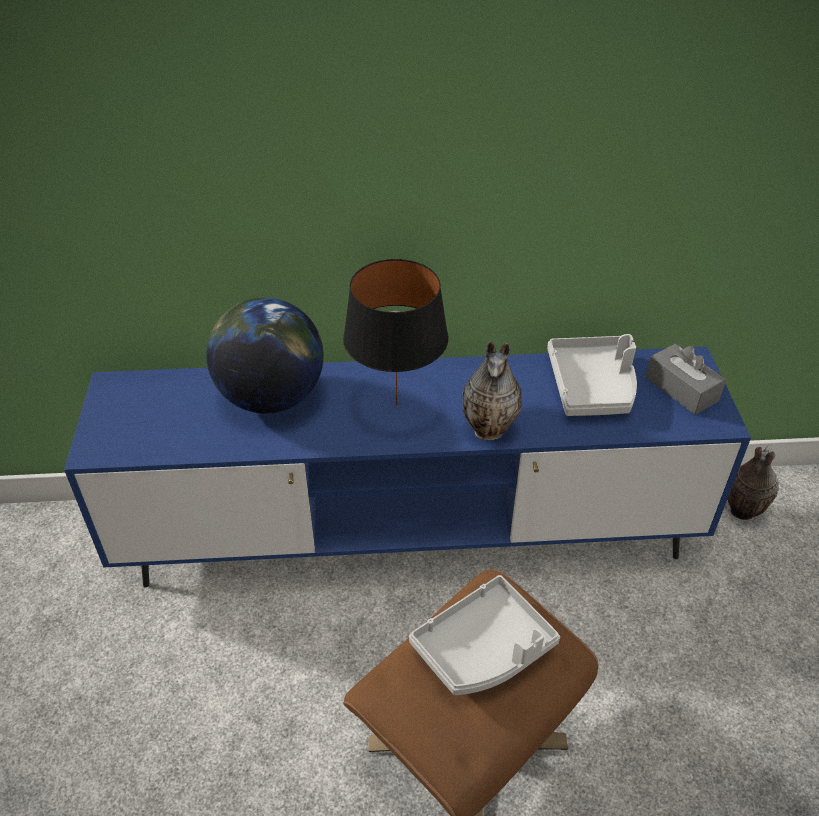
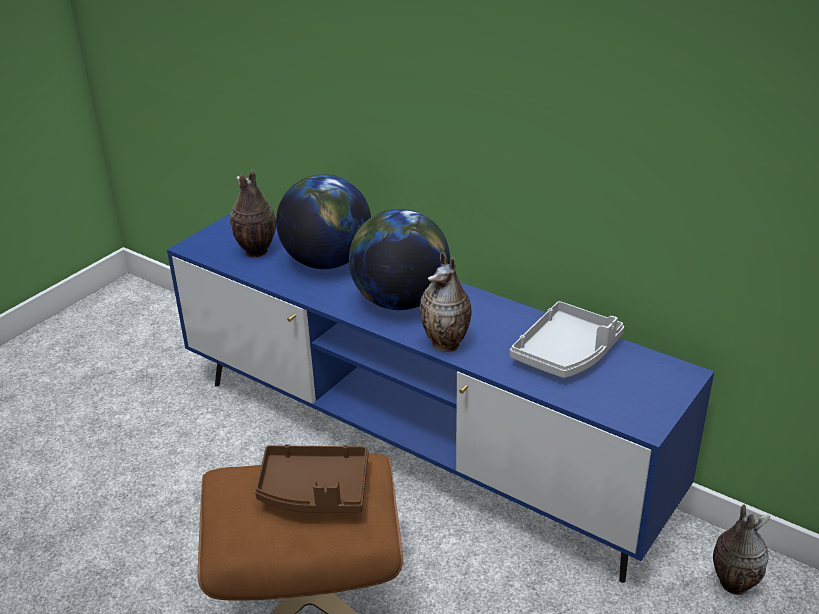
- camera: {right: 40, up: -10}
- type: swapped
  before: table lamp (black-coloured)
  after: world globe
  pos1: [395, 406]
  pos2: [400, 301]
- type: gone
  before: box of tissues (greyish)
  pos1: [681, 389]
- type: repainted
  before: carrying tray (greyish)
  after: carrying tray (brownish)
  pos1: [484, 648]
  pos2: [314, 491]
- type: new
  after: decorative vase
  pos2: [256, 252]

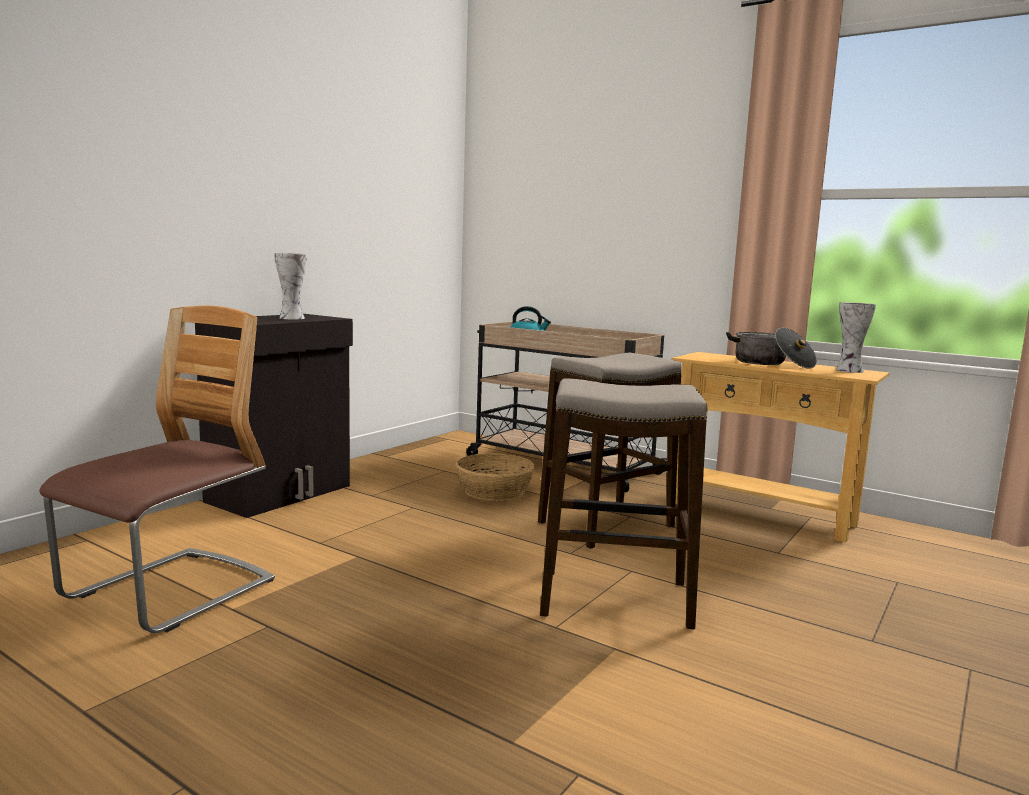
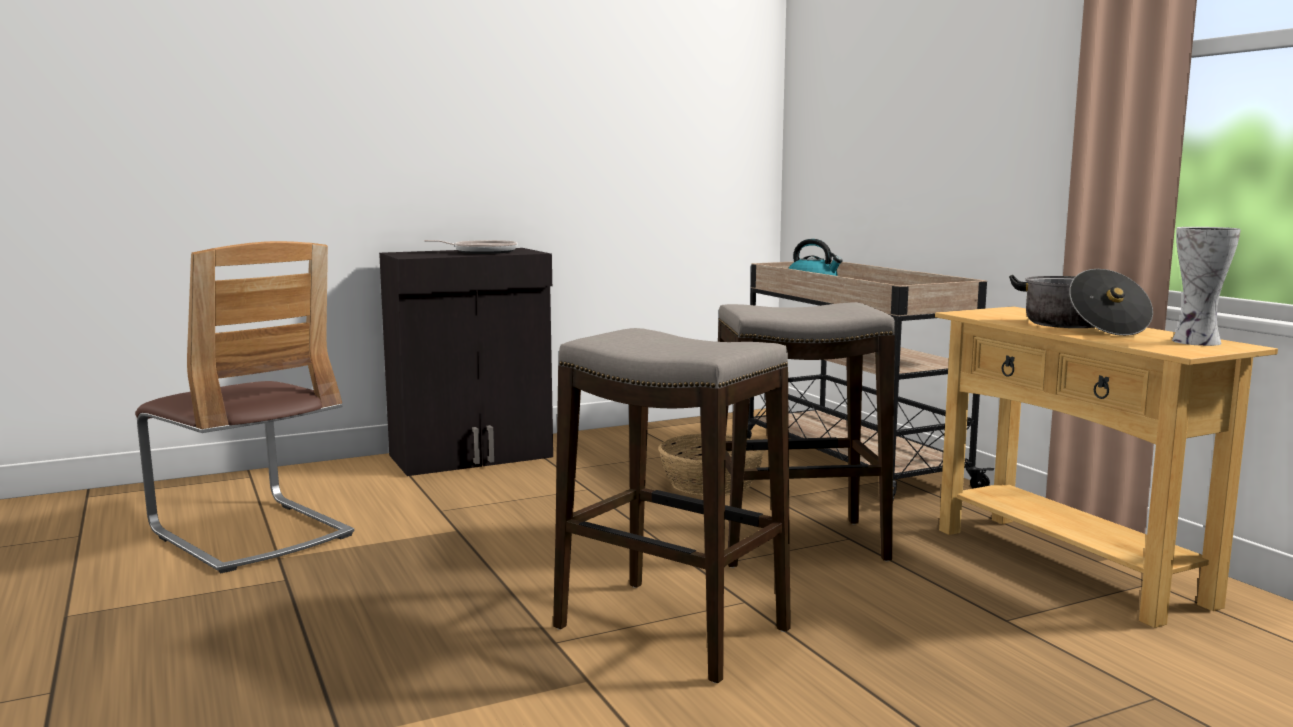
- camera: {right: 30, up: 0}
- type: swapped
  before: decorative vase
  after: skillet
  pos1: [290, 318]
  pos2: [482, 252]
- type: rotated
  before: upright chair
  pos1: [170, 592]
  pos2: [251, 534]
  turn: 75

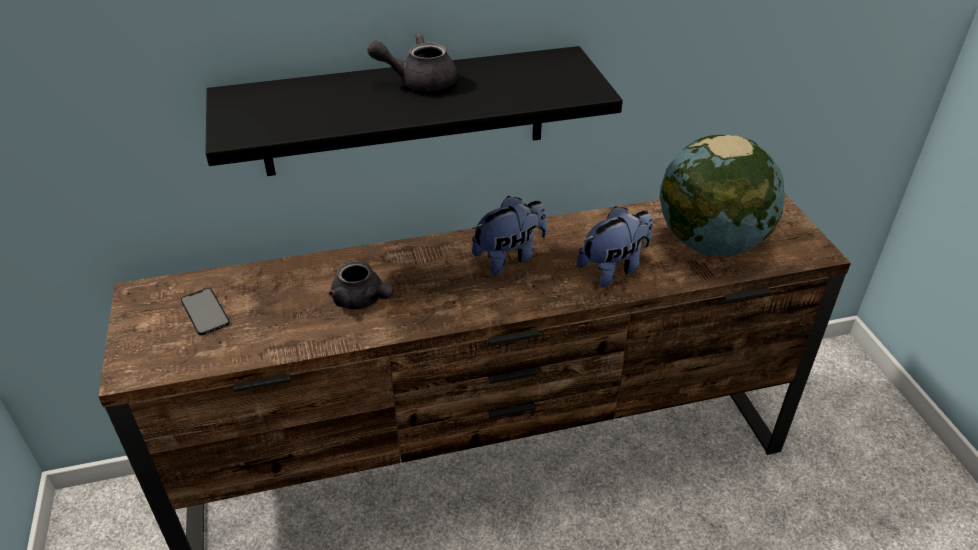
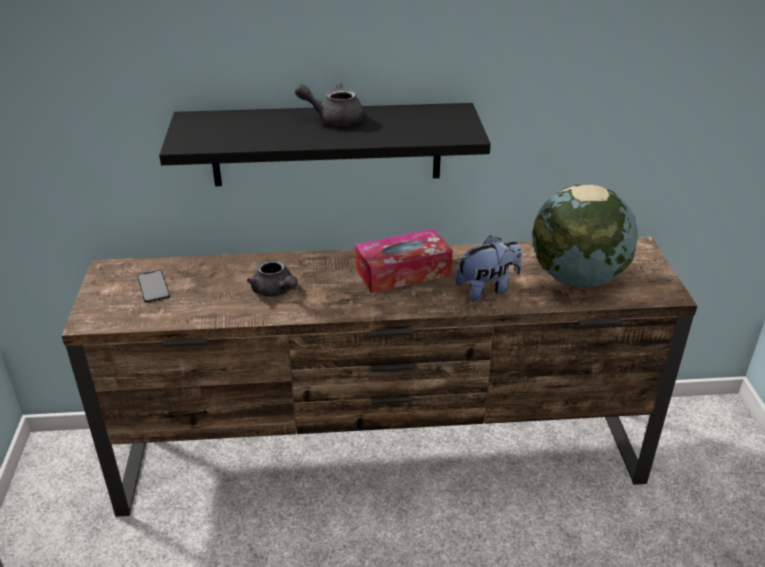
- camera: {right: 10, up: -5}
- type: swapped
  before: plush toy
  after: box of tissues
  pos1: [509, 257]
  pos2: [403, 272]

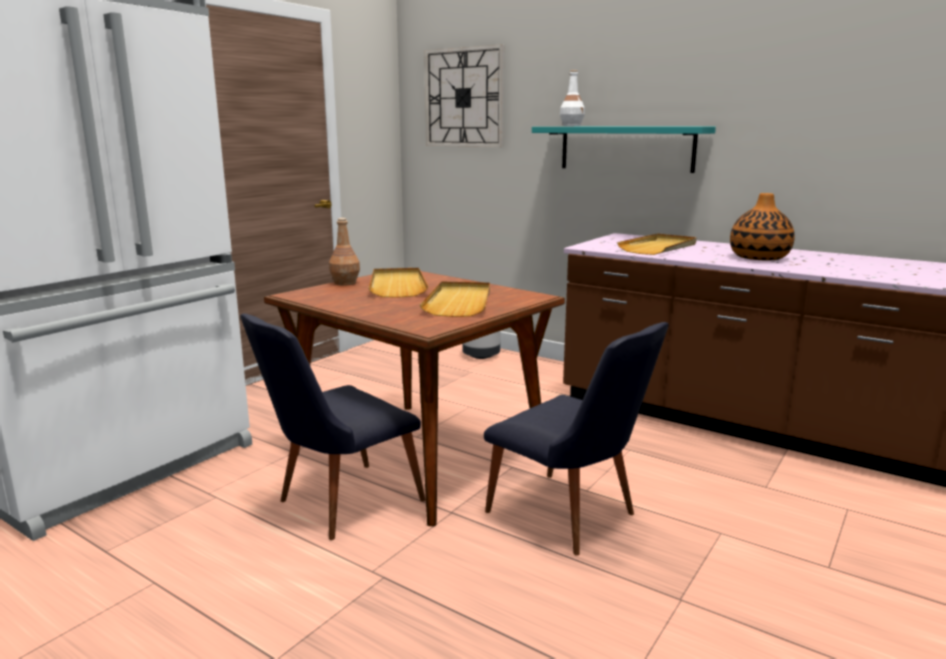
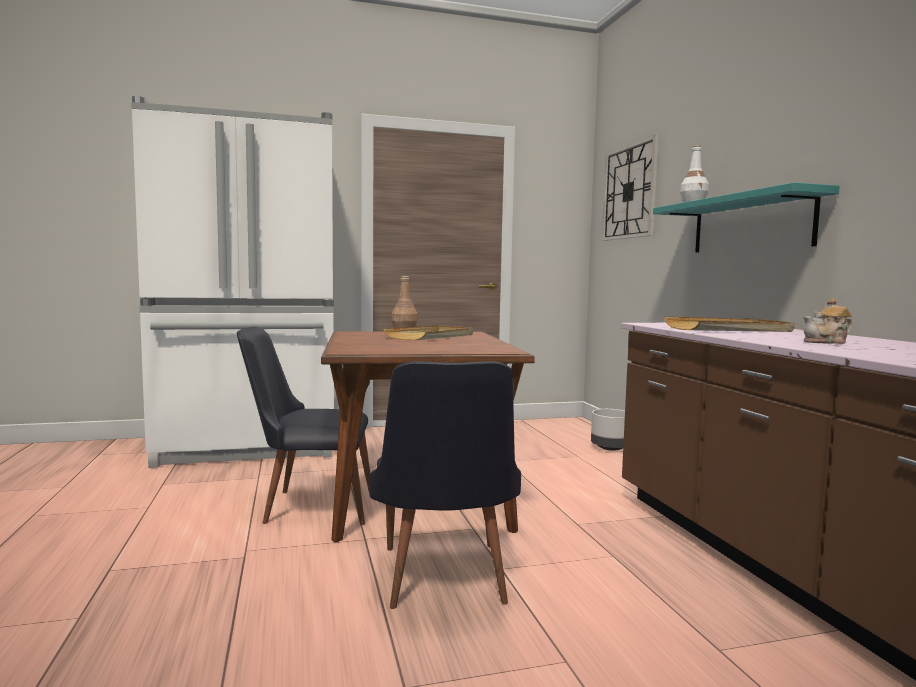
- camera: {right: 40, up: -10}
- type: swapped
  before: decorative vase
  after: tea pot
  pos1: [759, 258]
  pos2: [827, 342]
- type: gone
  before: carrying tray (sand-coloured)
  pos1: [459, 302]

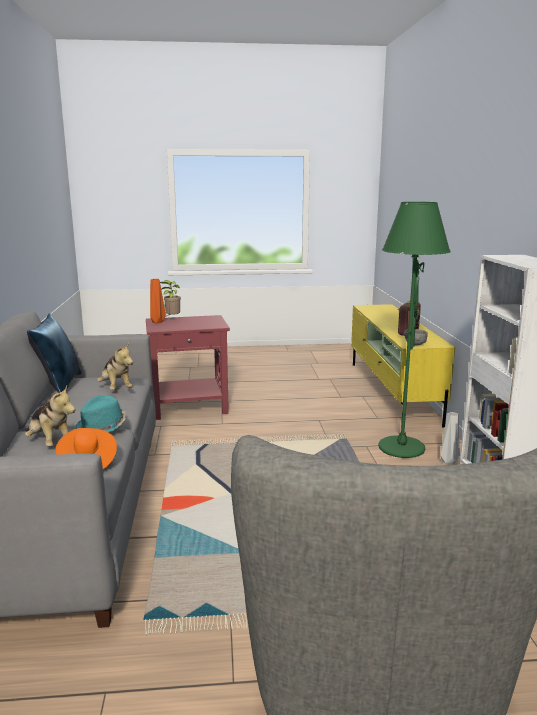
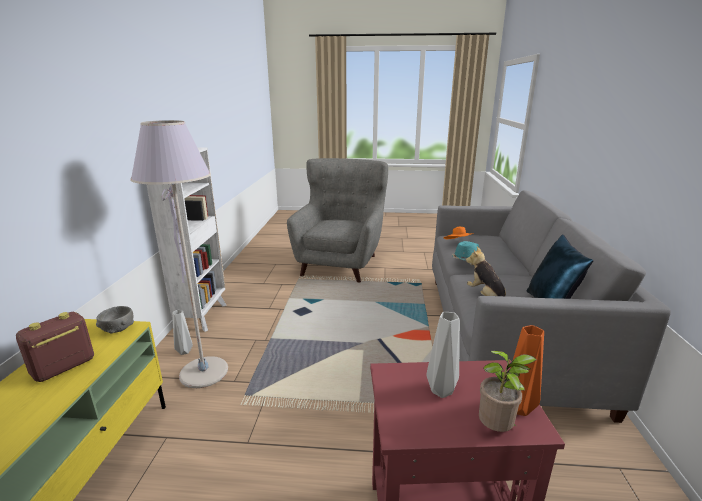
- camera: {right: -170, up: 5}
- type: repainted
  before: standard lamp (green)
  after: standard lamp (greyish)
  pos1: [401, 448]
  pos2: [204, 373]
- type: gone
  before: plush toy
  pos1: [50, 443]
- type: new
  after: decorative vase (greyish)
  pos2: [443, 390]

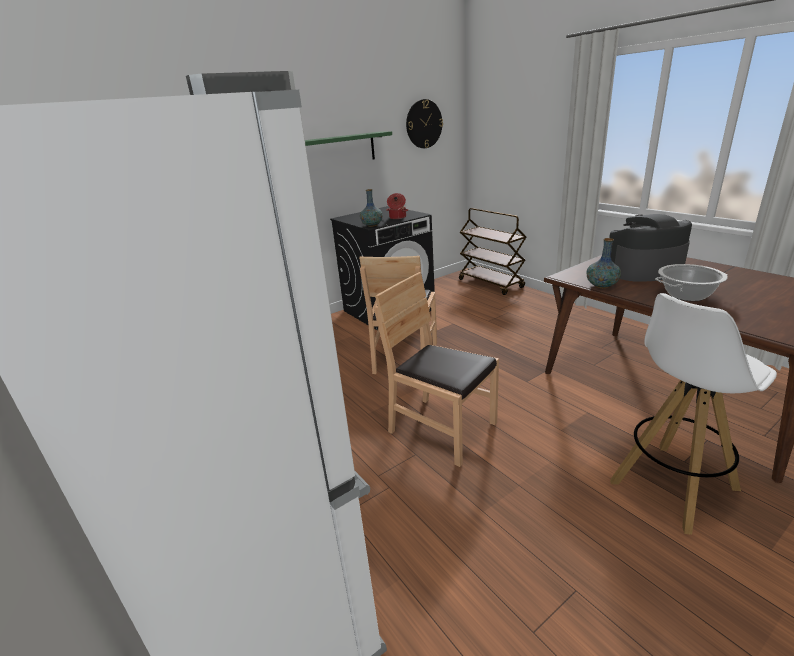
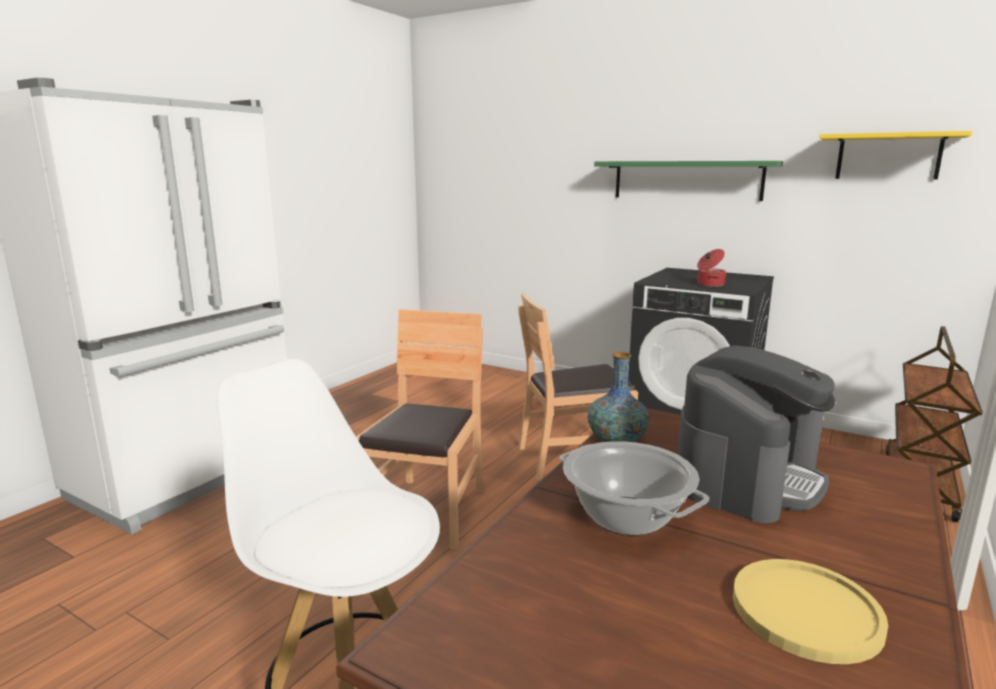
- camera: {right: 65, up: -10}
- type: swapped
  before: hanging clock
  after: shelf (yellowish)
  pos1: [424, 124]
  pos2: [888, 157]
- type: gone
  before: decorative vase
  pos1: [372, 225]
- type: rotated
  before: coffee maker
  pos1: [643, 270]
  pos2: [748, 477]
  turn: 75
- type: new
  after: plate (yellowish)
  pos2: [805, 611]

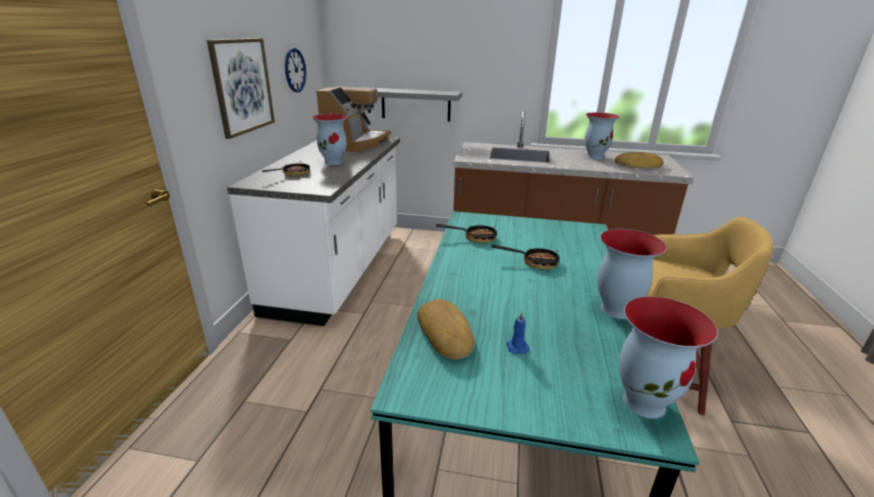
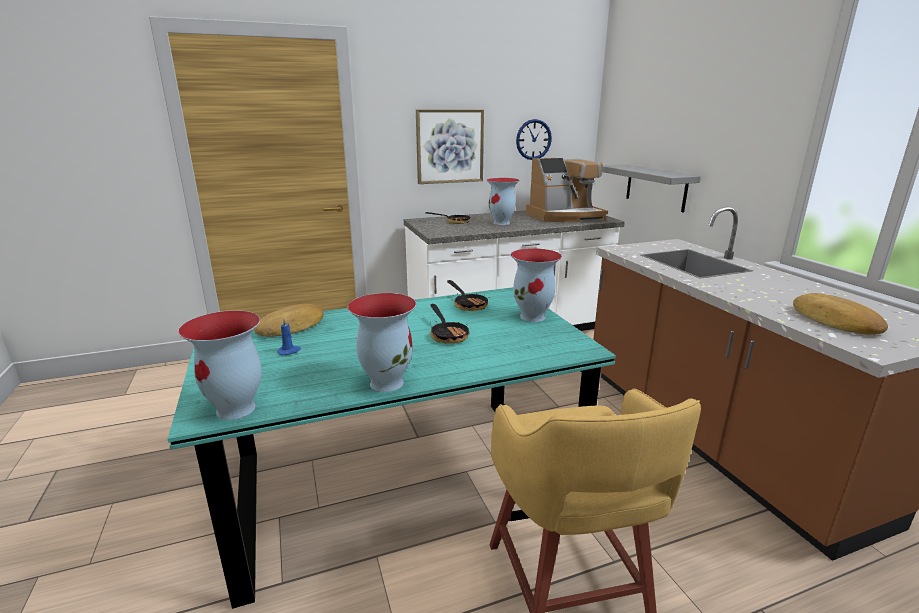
- camera: {right: 60, up: -5}
- type: shifted
  before: decorative vase
  pos1: [595, 157]
  pos2: [533, 316]

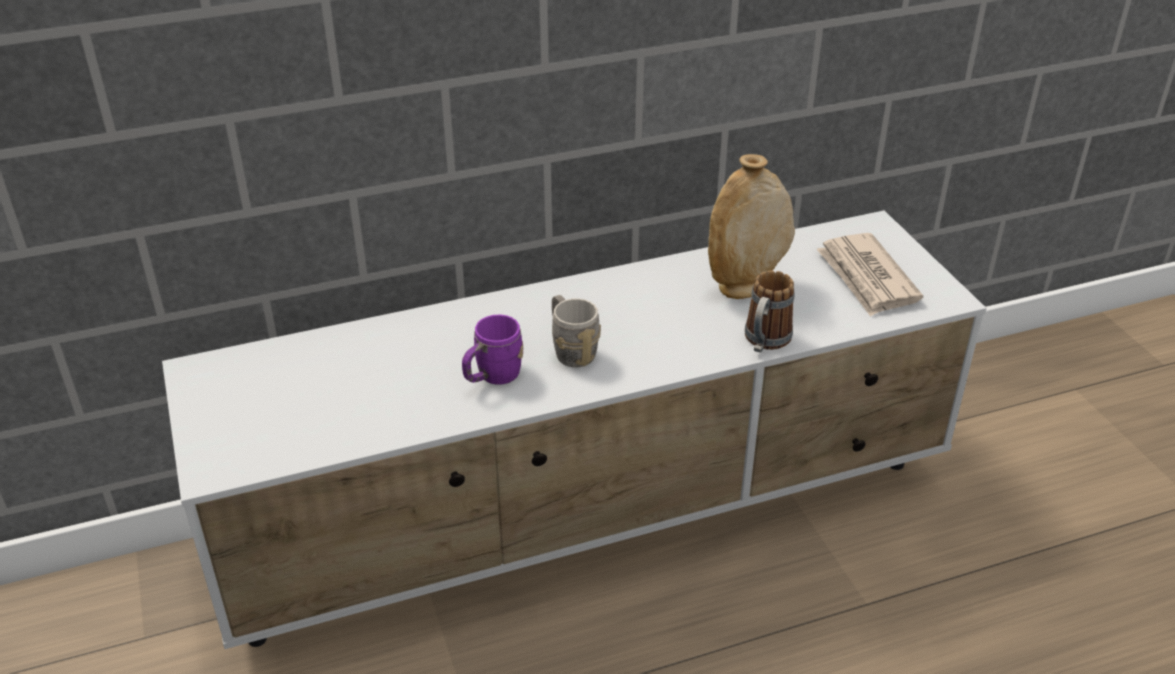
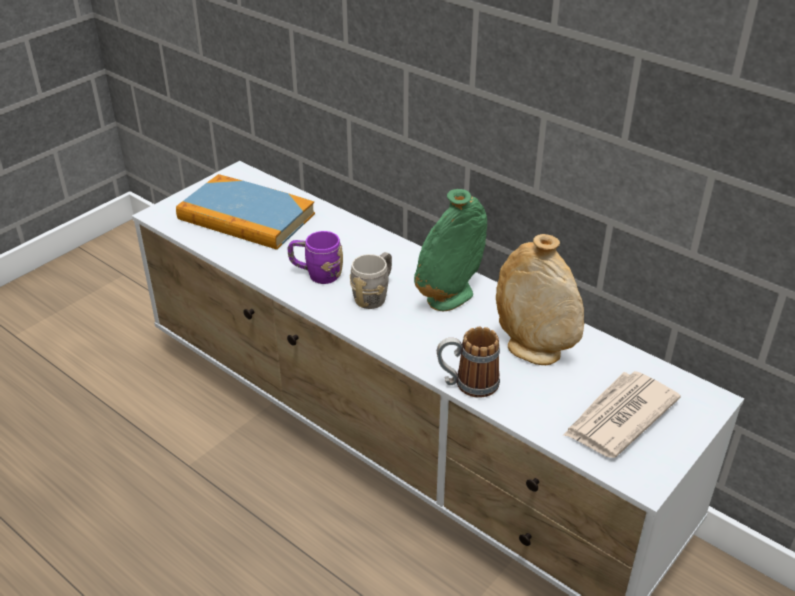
- camera: {right: 60, up: 0}
- type: new
  after: volume
  pos2: [246, 217]
- type: new
  after: decorative vase (green)
  pos2: [449, 298]

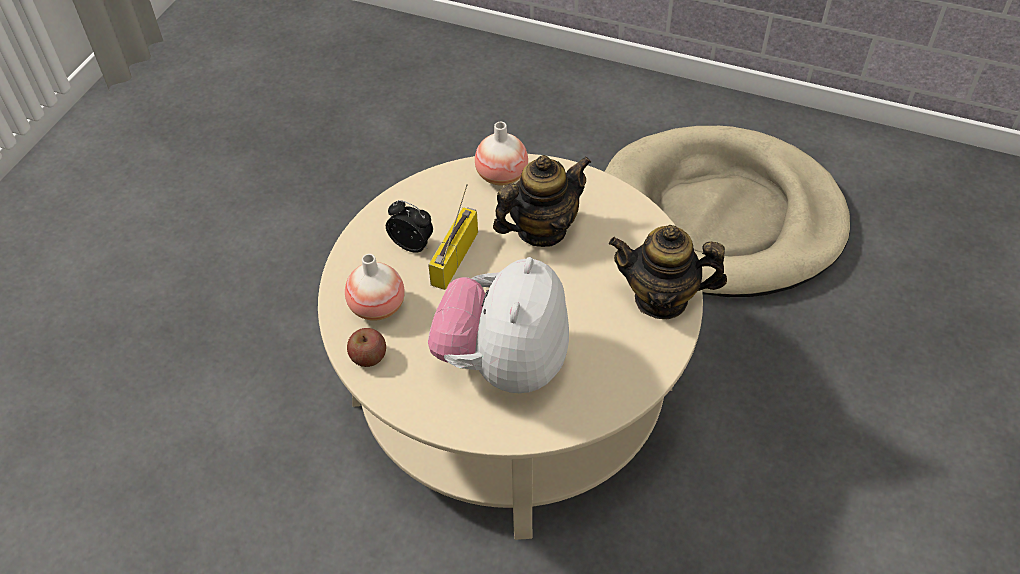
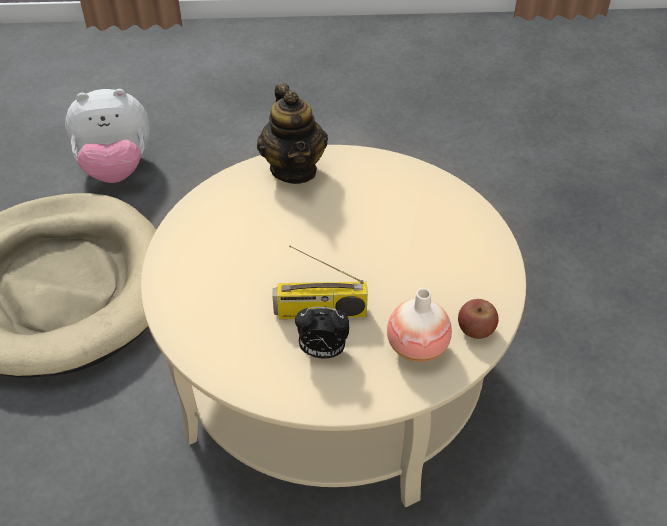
- camera: {right: -115, up: -5}
- type: gone
  before: decorative vase
  pos1: [501, 176]
- type: gone
  before: tea pot
  pos1: [541, 229]
- type: rotated
  before: alarm clock
  pos1: [413, 245]
  pos2: [322, 352]
  turn: -90
- type: shifted
  before: plush toy
  pos1: [504, 363]
  pos2: [116, 169]

